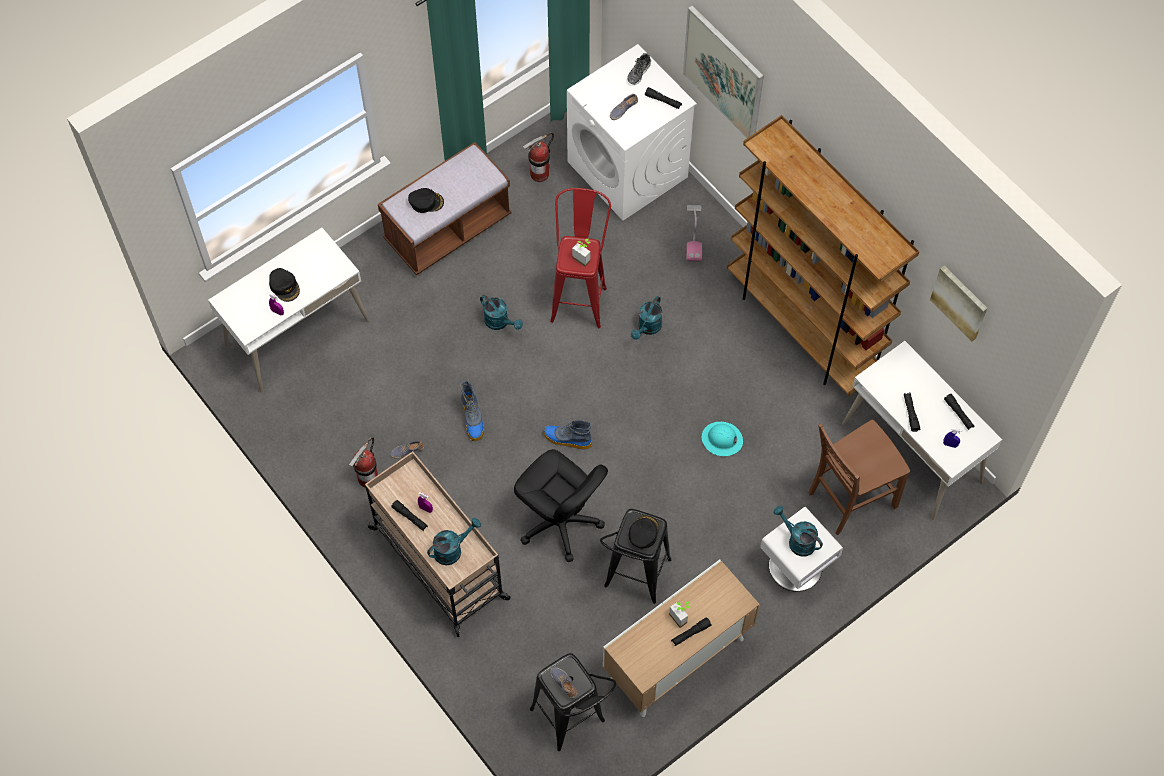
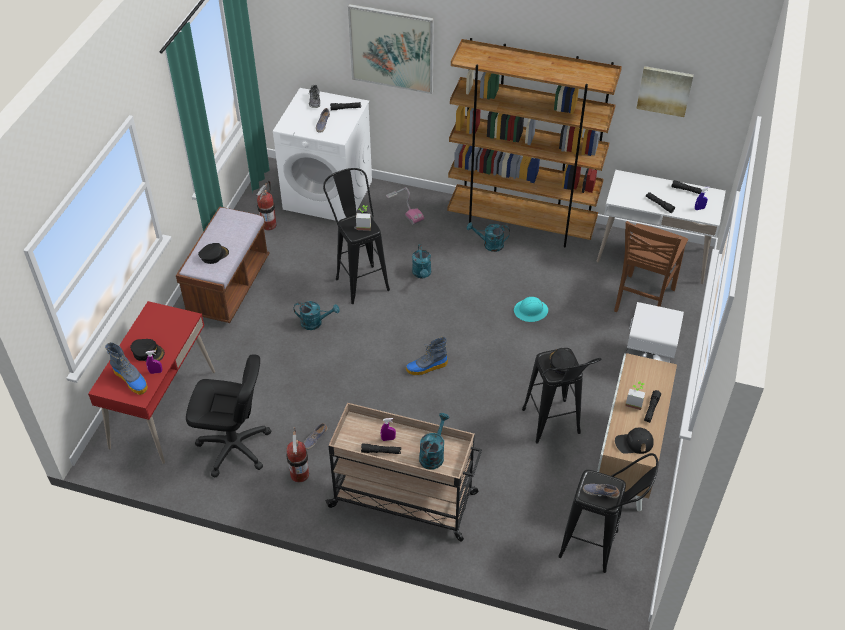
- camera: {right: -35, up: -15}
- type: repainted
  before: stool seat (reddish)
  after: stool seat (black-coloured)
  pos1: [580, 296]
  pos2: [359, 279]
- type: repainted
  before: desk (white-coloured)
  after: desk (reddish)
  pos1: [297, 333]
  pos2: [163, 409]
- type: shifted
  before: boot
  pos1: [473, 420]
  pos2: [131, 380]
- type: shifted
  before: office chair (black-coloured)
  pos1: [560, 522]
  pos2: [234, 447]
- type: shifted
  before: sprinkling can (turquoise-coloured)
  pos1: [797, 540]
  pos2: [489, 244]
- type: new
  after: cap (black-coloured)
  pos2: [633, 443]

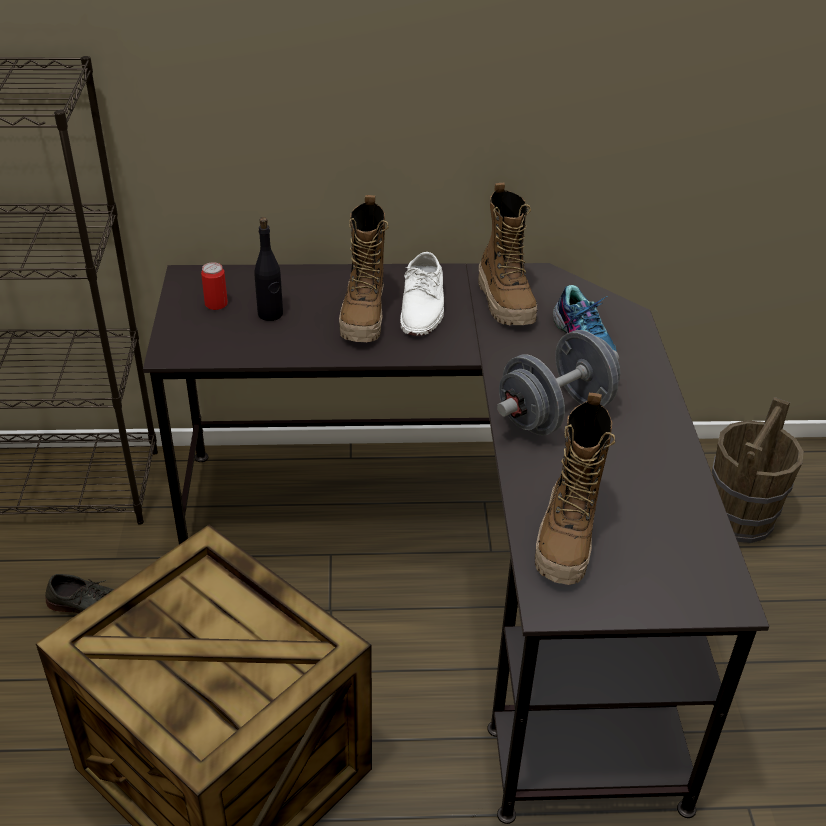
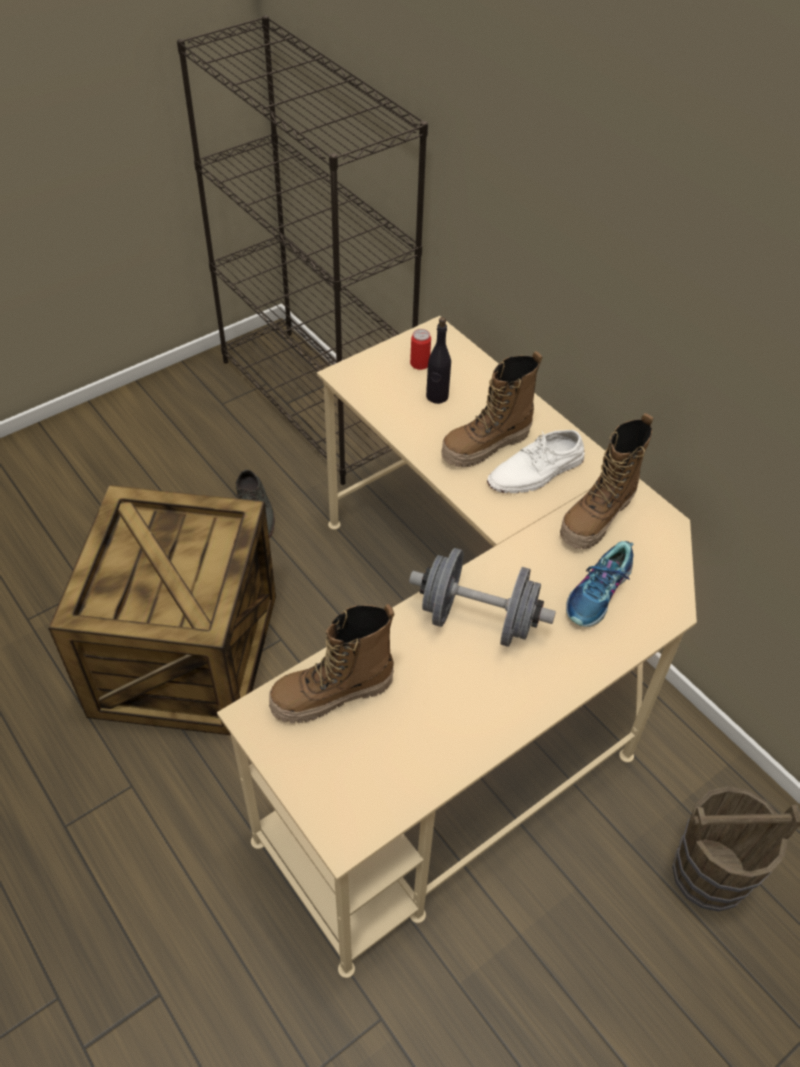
- camera: {right: 55, up: 10}
- type: repainted
  before: desk (black-coloured)
  after: desk (sand-coloured)
  pos1: [456, 566]
  pos2: [460, 685]

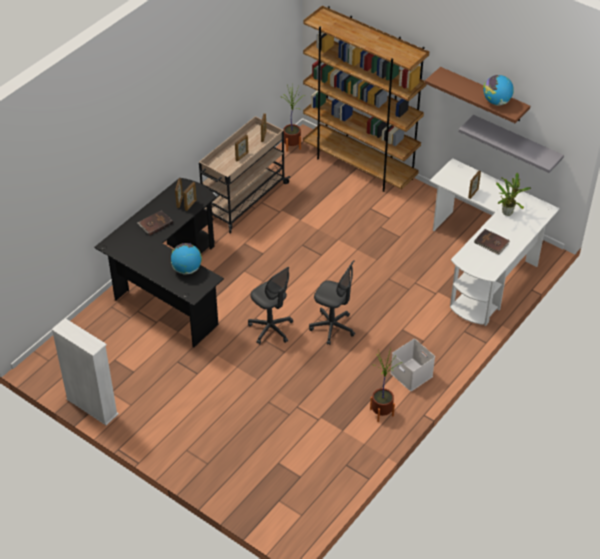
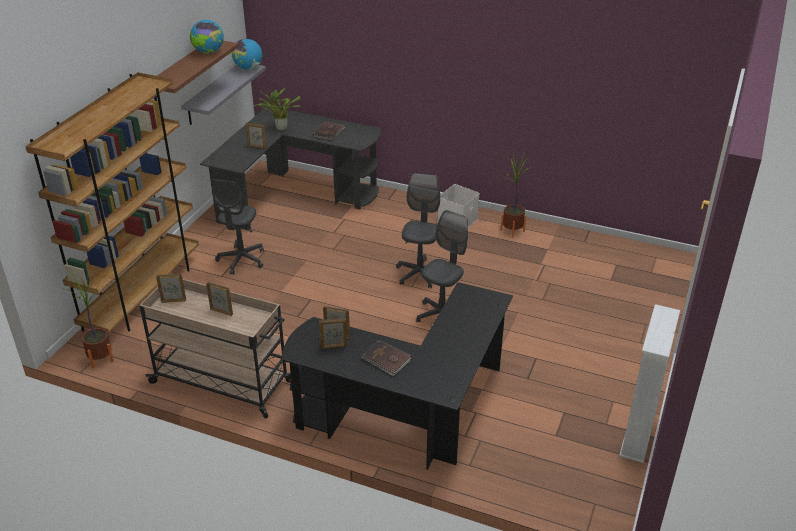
- camera: {right: -105, up: -10}
- type: repainted
  before: desk (white-coloured)
  after: desk (black-coloured)
  pos1: [486, 266]
  pos2: [295, 195]
- type: shifted
  before: world globe
  pos1: [187, 269]
  pos2: [248, 68]
- type: new
  after: office chair (greyish)
  pos2: [241, 260]

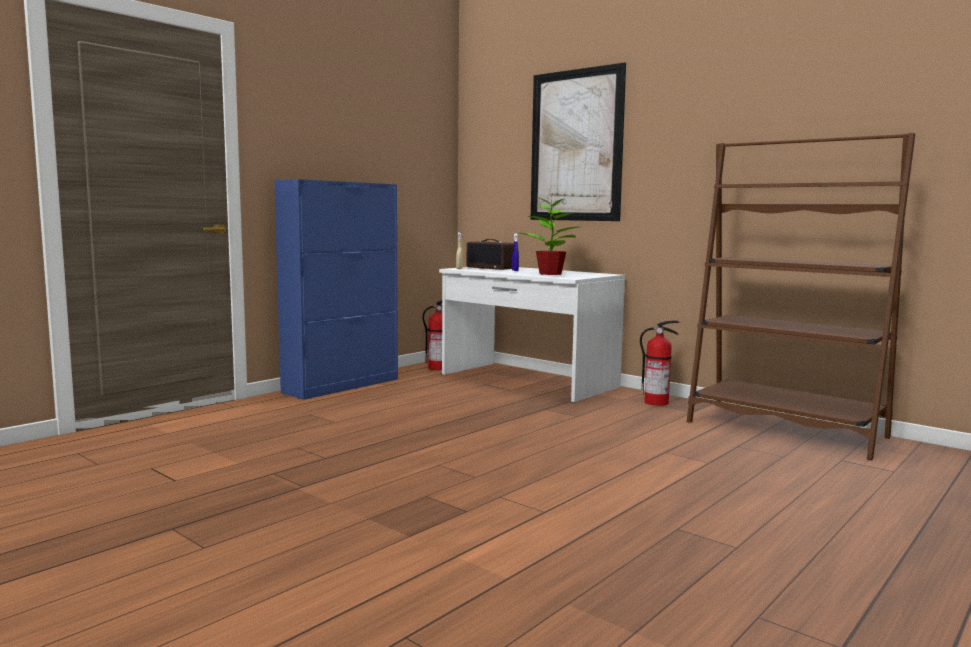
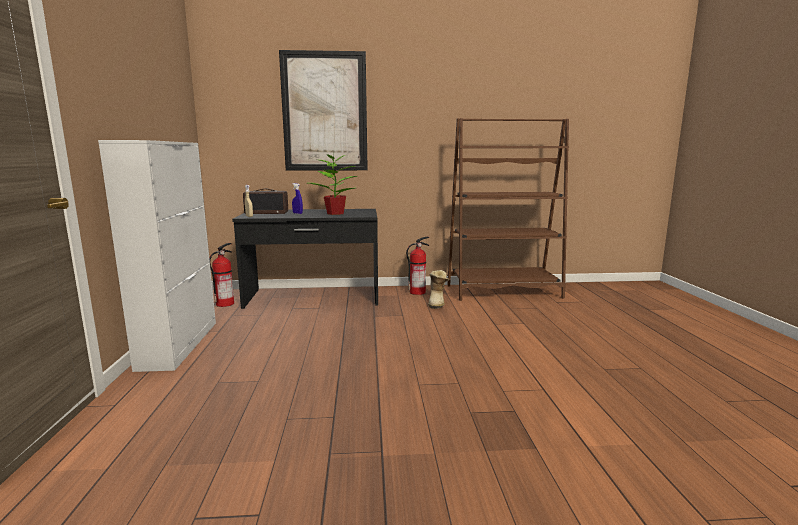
- camera: {right: -45, up: 5}
- type: repainted
  before: cabinet (blue-coloured)
  after: cabinet (white-coloured)
  pos1: [342, 385]
  pos2: [179, 344]
- type: repainted
  before: desk (white-coloured)
  after: desk (black-coloured)
  pos1: [527, 380]
  pos2: [313, 297]
- type: new
  after: boot
  pos2: [437, 302]

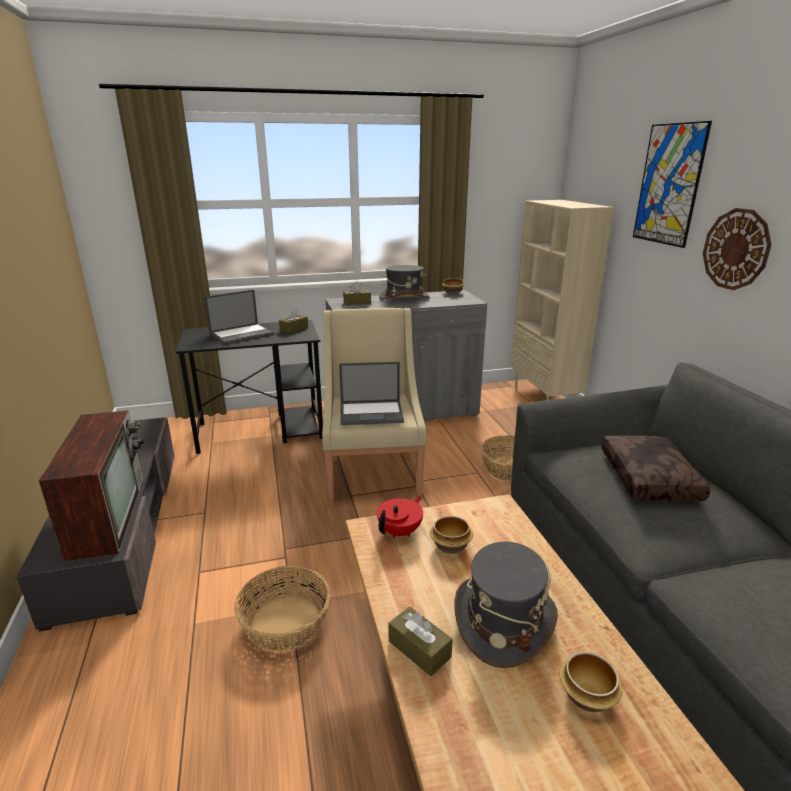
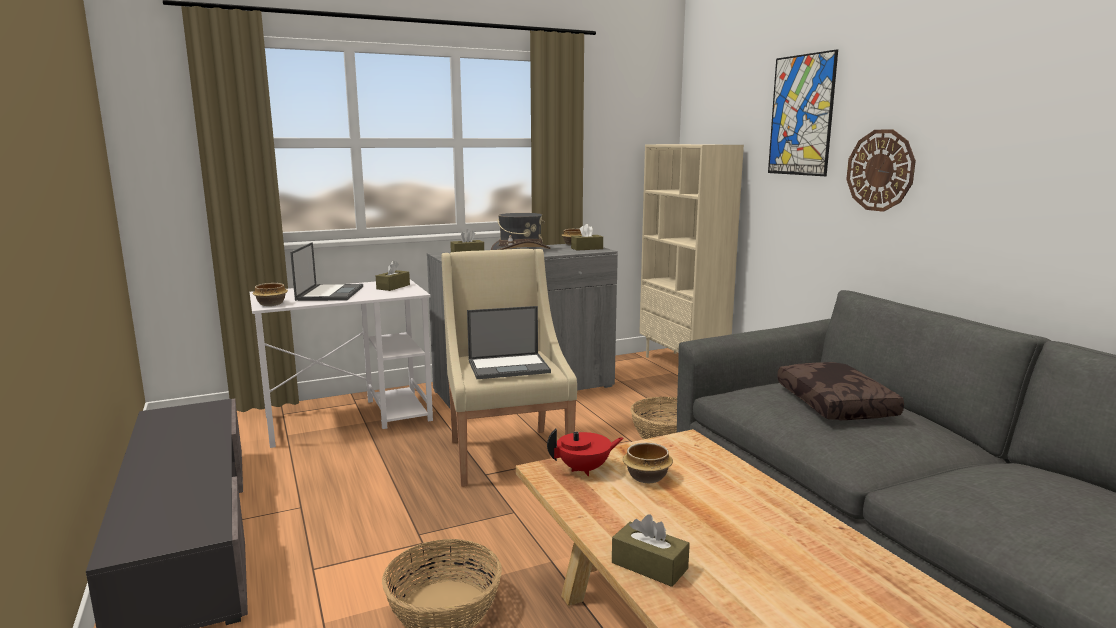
- camera: {right: -10, up: -10}
- type: rotated
  before: laptop
  pos1: [242, 334]
  pos2: [330, 293]
  turn: -45
- type: repainted
  before: desk (black-coloured)
  after: desk (white-coloured)
  pos1: [261, 431]
  pos2: [350, 418]
- type: gone
  before: television
  pos1: [107, 514]
- type: rotated
  before: tea pot (reddish)
  pos1: [400, 531]
  pos2: [584, 469]
  turn: 45
- type: gone
  before: wearable hat (greyish)
  pos1: [503, 620]
- type: shifted
  before: bowl
  pos1: [587, 695]
  pos2: [272, 304]
- type: new
  after: box of tissues (brownish)
  pos2: [587, 248]

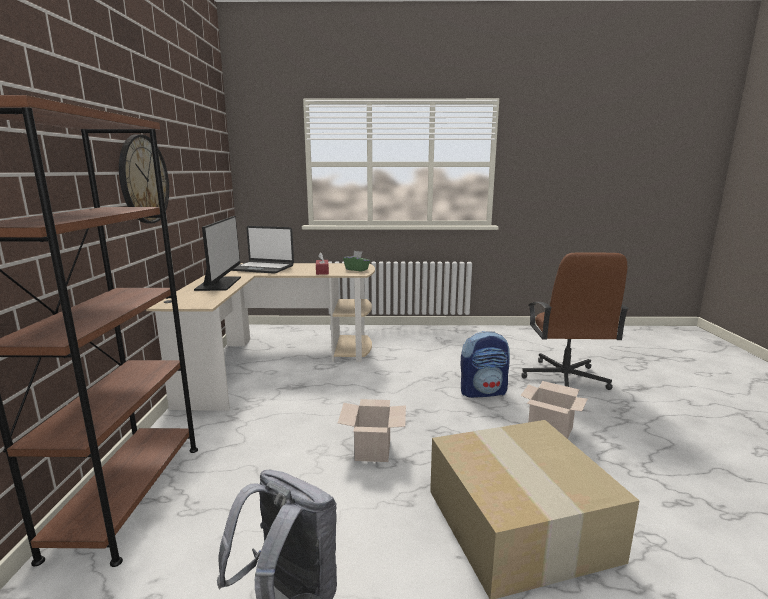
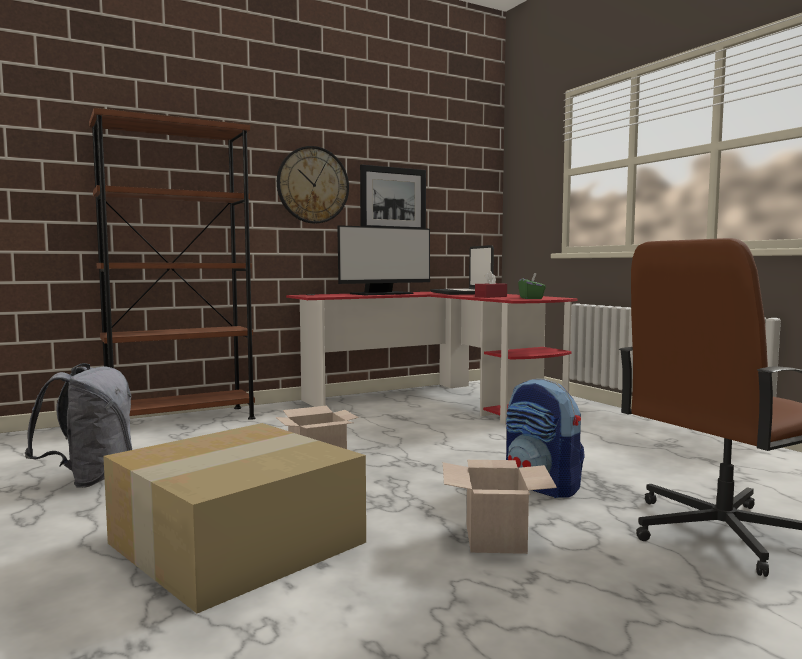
- camera: {right: 60, up: -10}
- type: repainted
  before: desk (sand-coloured)
  after: desk (reddish)
  pos1: [273, 361]
  pos2: [438, 401]
- type: new
  after: wall art
  pos2: [393, 199]

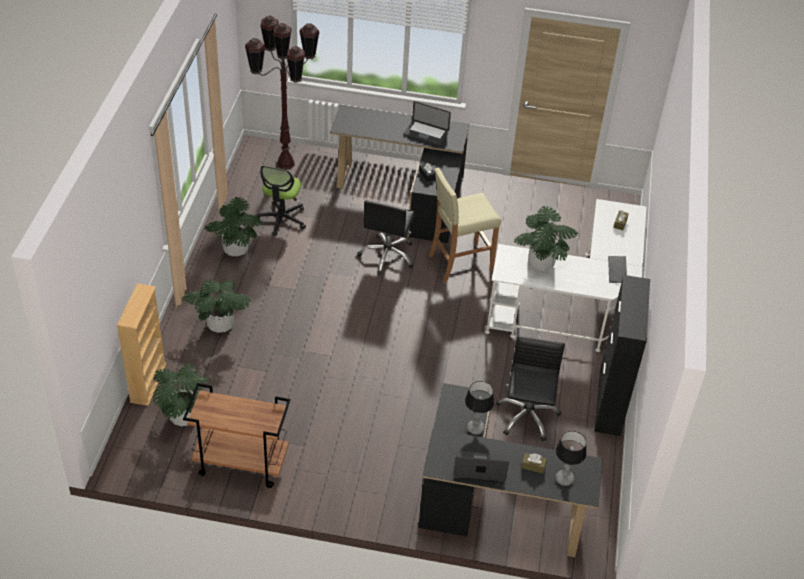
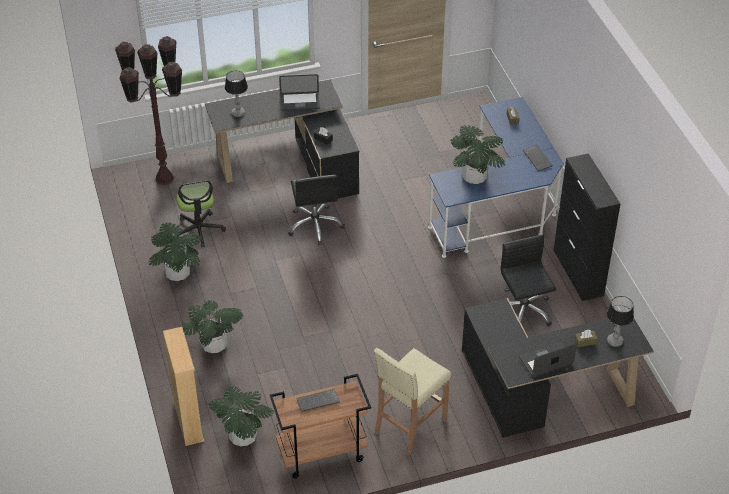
- camera: {right: -25, up: 0}
- type: shifted
  before: stool seat (sand-coloured)
  pos1: [459, 262]
  pos2: [409, 426]
- type: repainted
  before: desk (white-coloured)
  after: desk (blue-coloured)
  pos1: [575, 308]
  pos2: [500, 207]
- type: shifted
  before: table lamp
  pos1: [475, 428]
  pos2: [238, 113]
- type: new
  after: computer keyboard
  pos2: [317, 402]

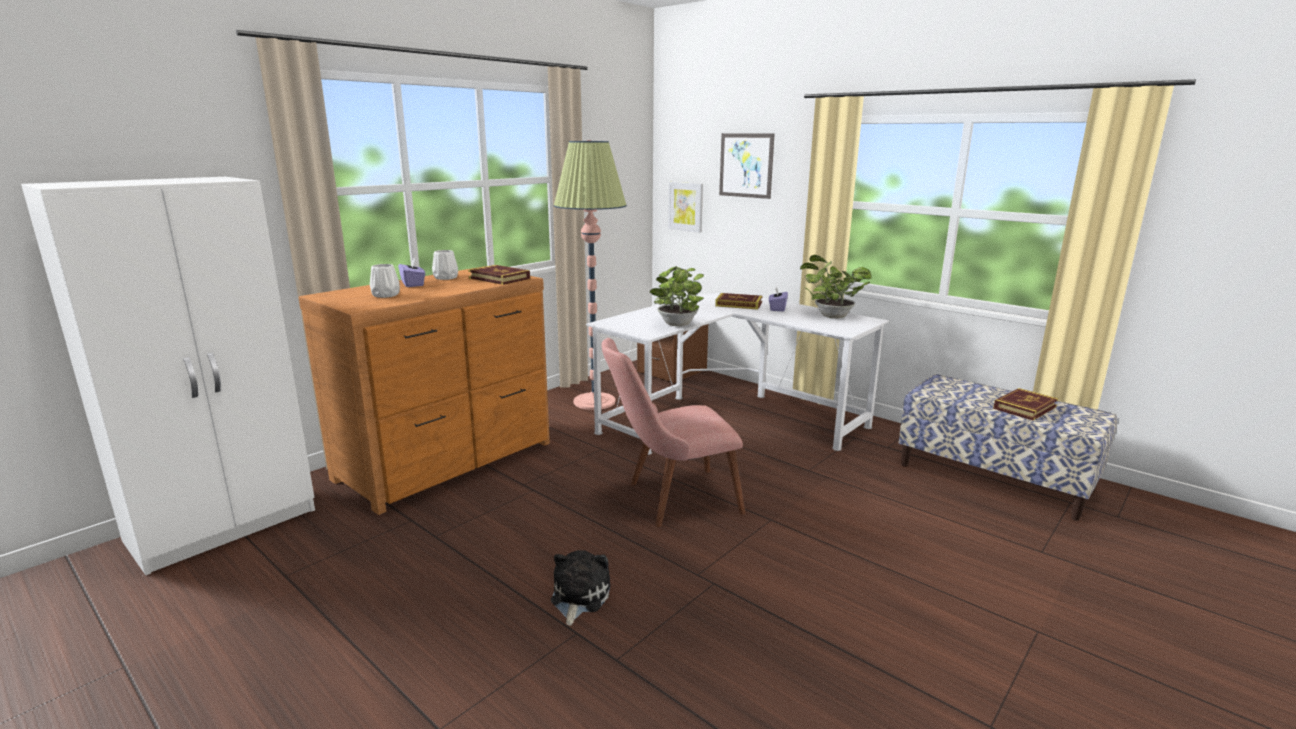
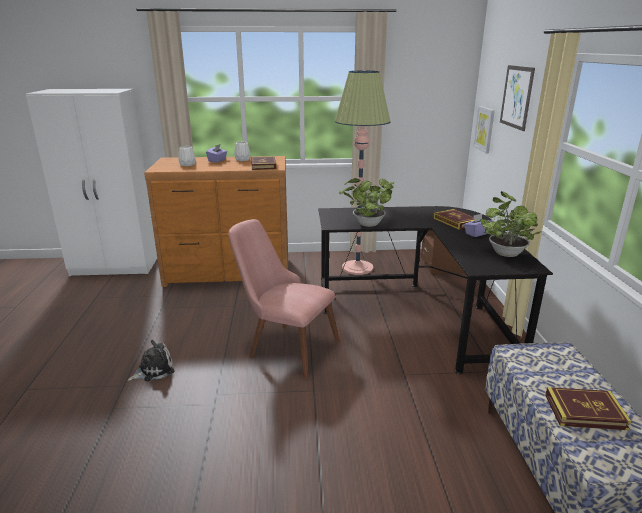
- camera: {right: 45, up: 5}
- type: repainted
  before: desk (white-coloured)
  after: desk (black-coloured)
  pos1: [728, 417]
  pos2: [422, 313]

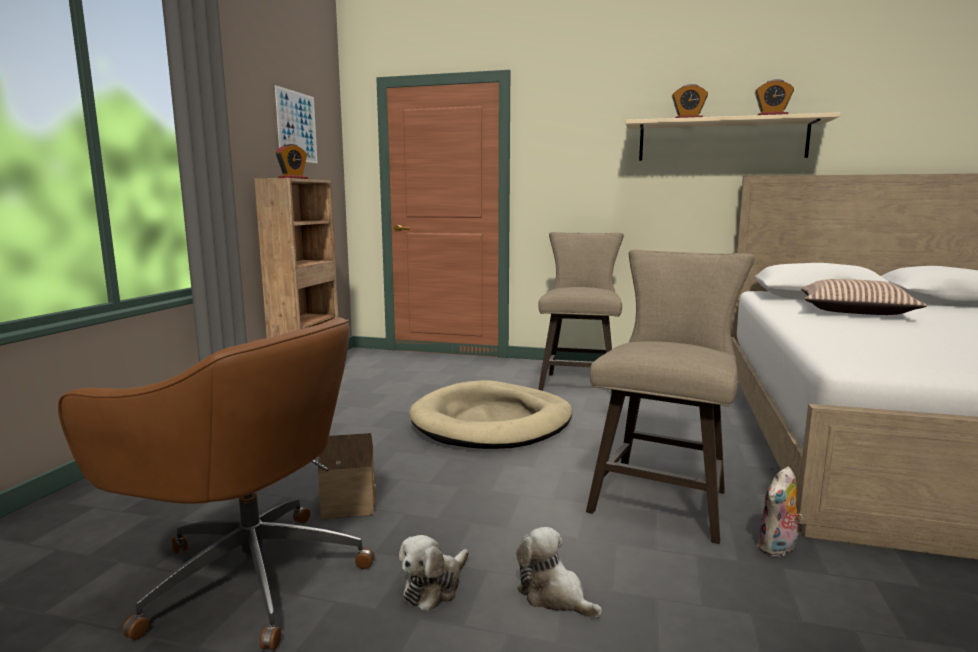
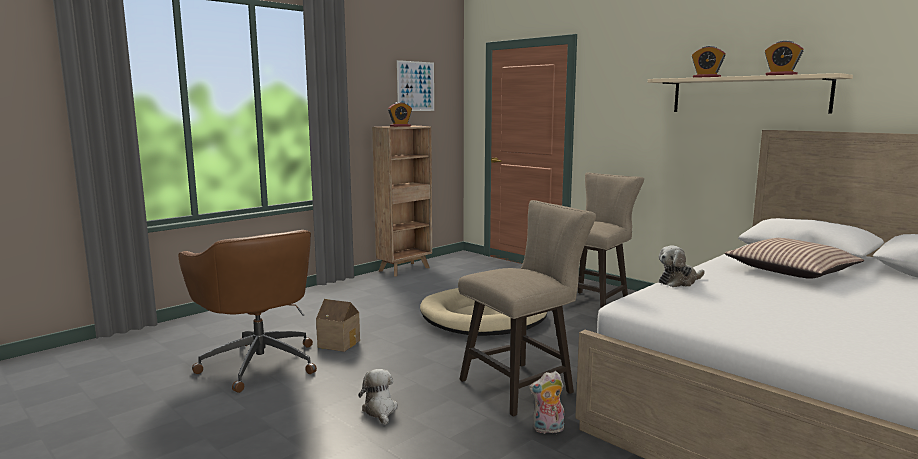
- camera: {right: 30, up: 0}
- type: shifted
  before: plush toy
  pos1: [434, 587]
  pos2: [679, 282]

